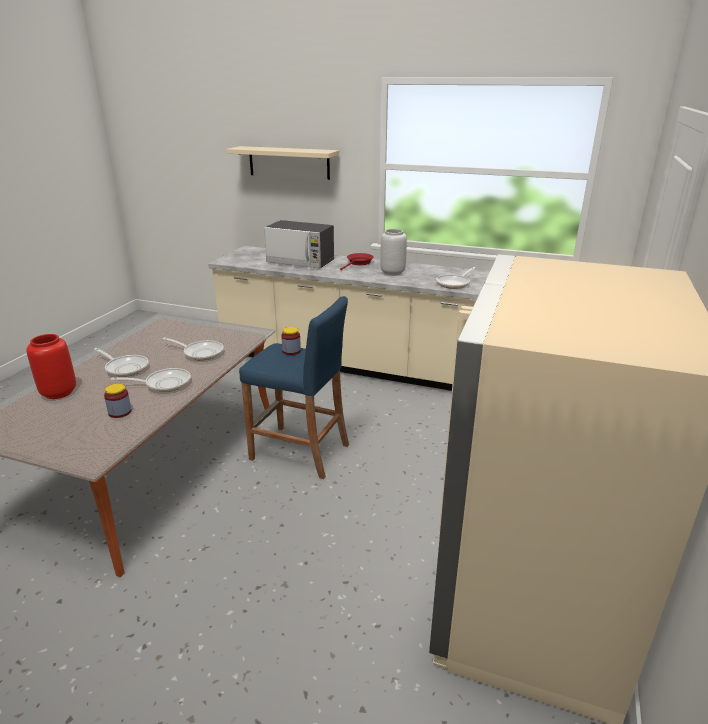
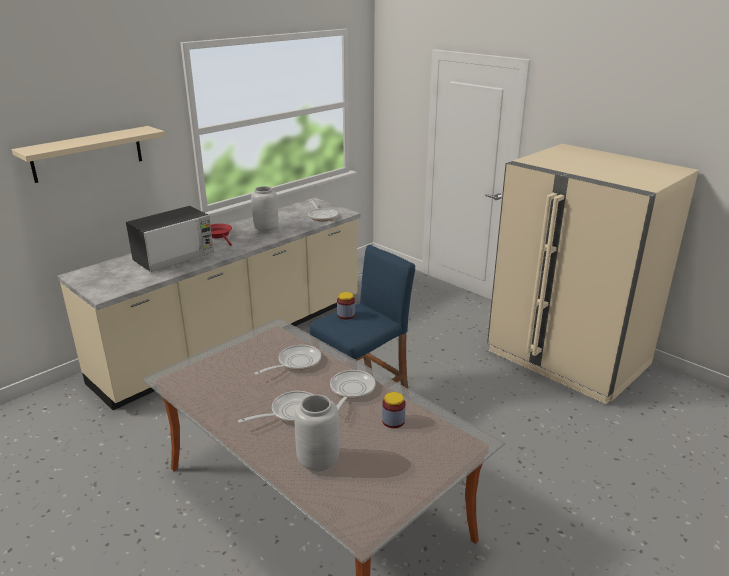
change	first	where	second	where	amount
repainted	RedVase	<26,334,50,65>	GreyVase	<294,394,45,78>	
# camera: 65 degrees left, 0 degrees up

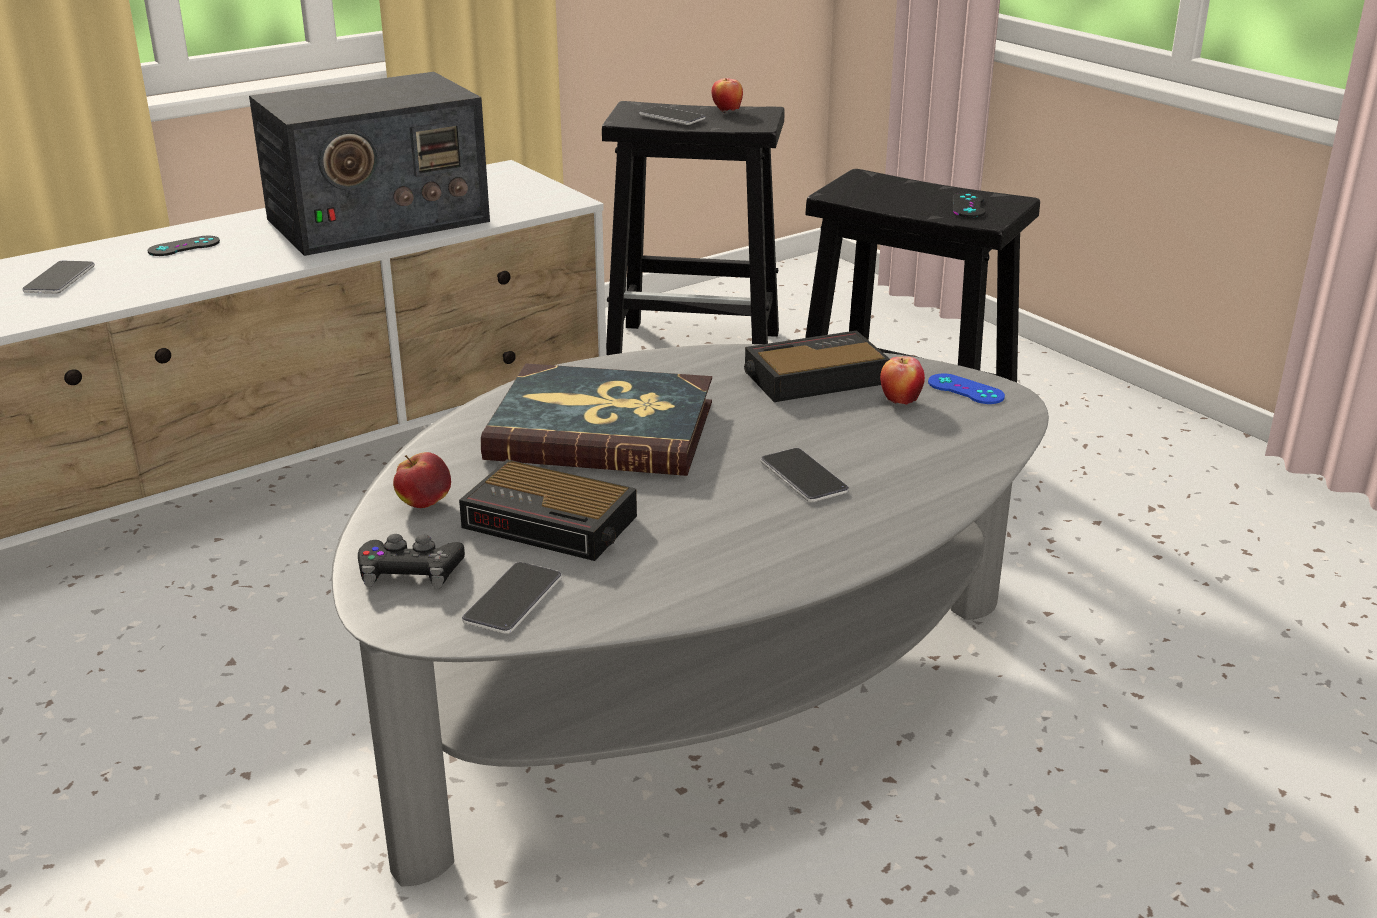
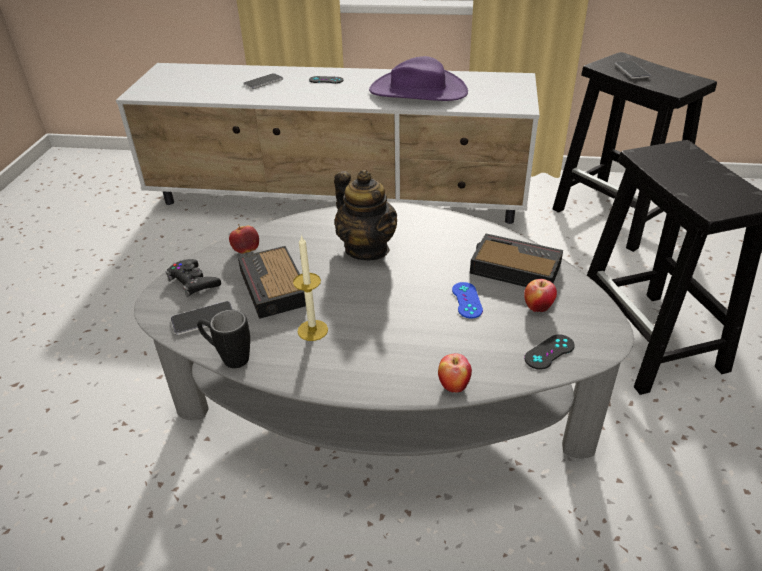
change	first	where	second	where	amount
swapped	Radio	<249,72,241,184>	PurpleHat	<369,56,99,45>	
shifted	Apple	<712,78,31,35>		<438,354,34,39>	
shifted	BlackGameController	<952,192,34,25>		<524,334,51,36>	
swapped	Book	<481,363,231,113>	Teapot	<334,170,63,90>	
shifted	BlueGameController	<928,373,77,31>		<452,282,31,37>	
gone	Phone	<761,448,88,54>			
new			Candle	<293,235,35,106>	
new			BlackMug	<197,310,53,58>	
# camera: 45 degrees right, 10 degrees up

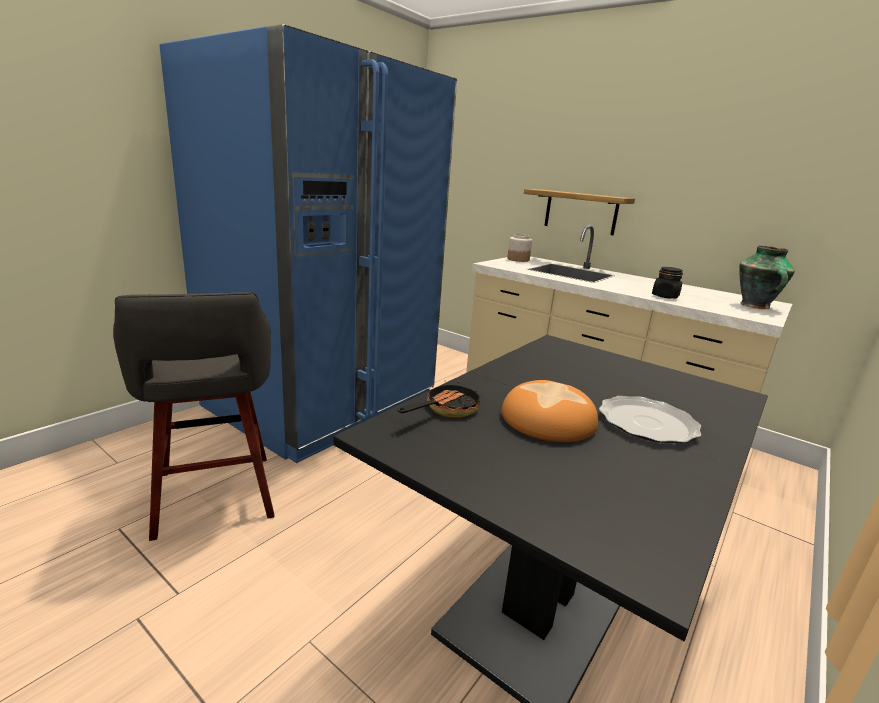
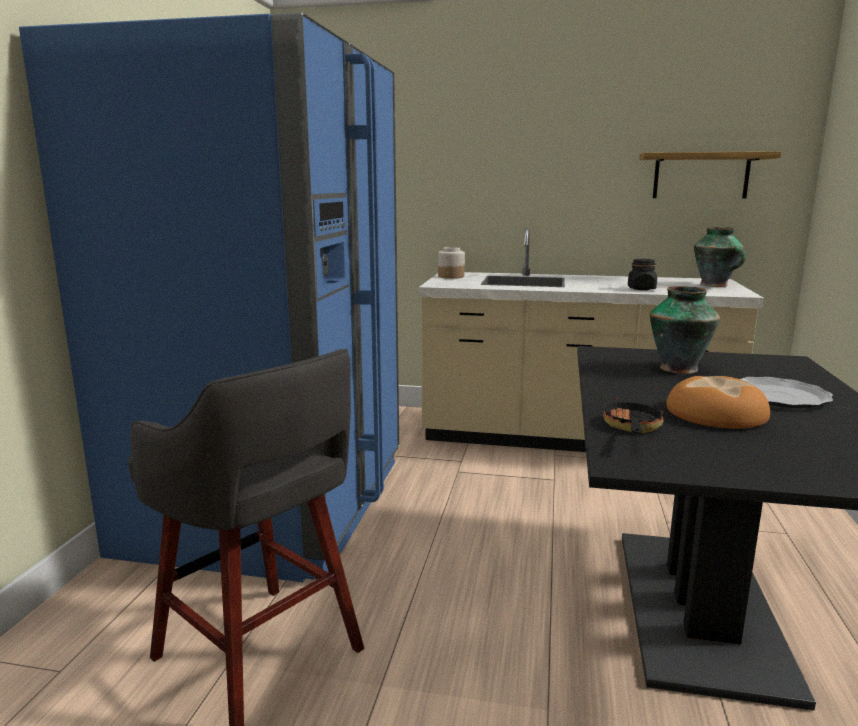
change	first	where	second	where	amount
shifted	Shelf	<524,189,111,46>		<639,151,142,48>	
new			Vase	<650,286,70,88>	
# camera: 25 degrees left, 5 degrees down

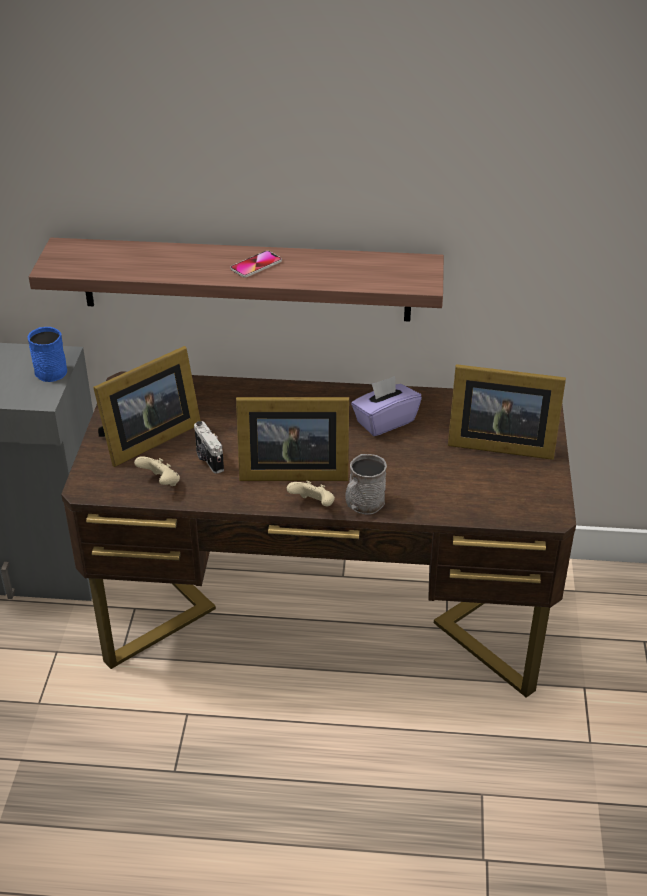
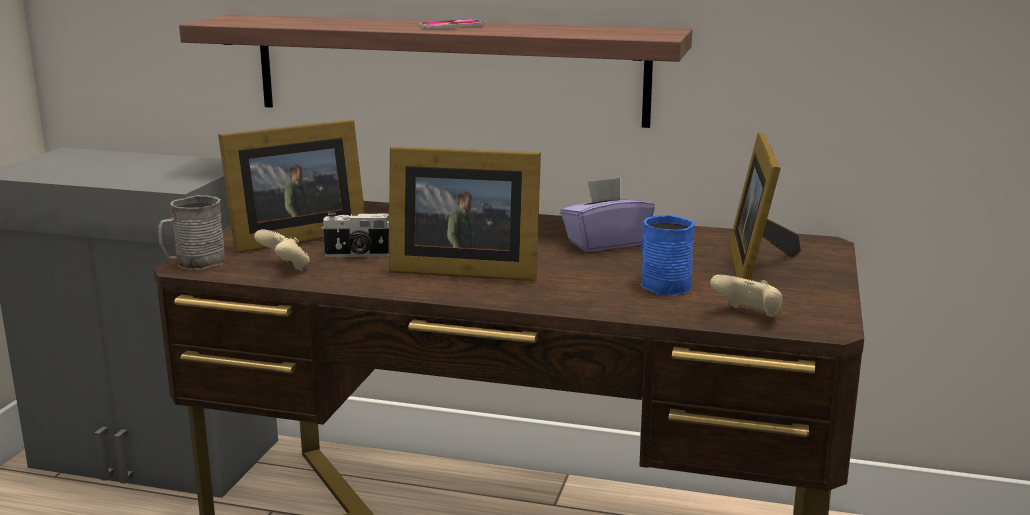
change	first	where	second	where	amount
shifted	BlueMug	<27,327,40,55>		<641,215,54,81>	
rotated	PictureFrame	<448,364,118,96>		<729,132,72,148>	75 degrees clockwise
rotated	PhotoCamera	<194,421,30,53>		<321,212,68,45>	75 degrees counterclockwise
shifted	GreyMug	<345,454,42,60>		<158,195,68,75>	
shifted	BeigeGameController	<287,481,48,25>		<710,275,72,42>	
# camera: 10 degrees right, 20 degrees down

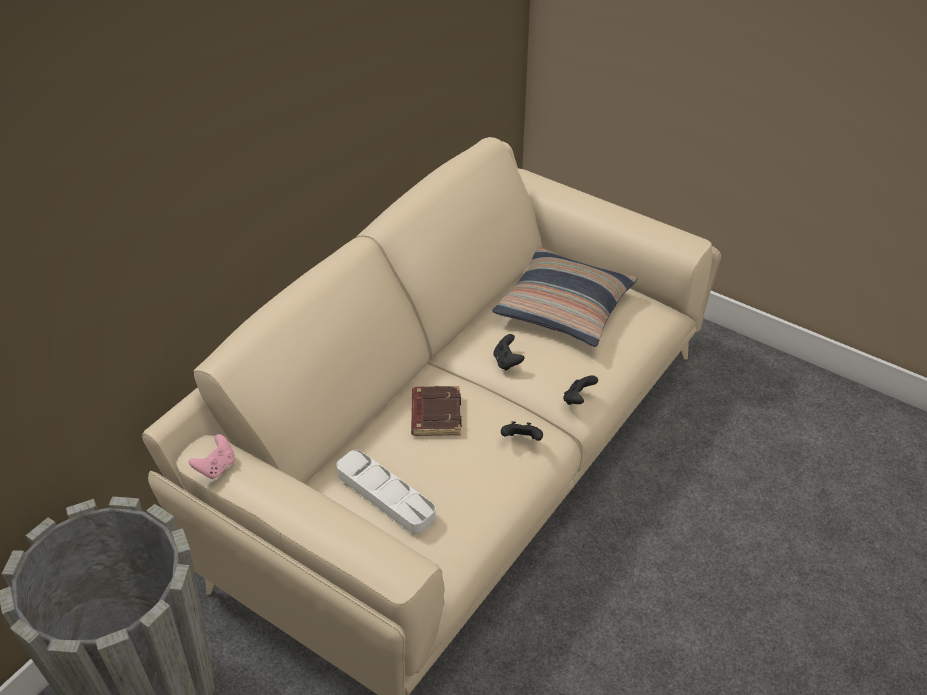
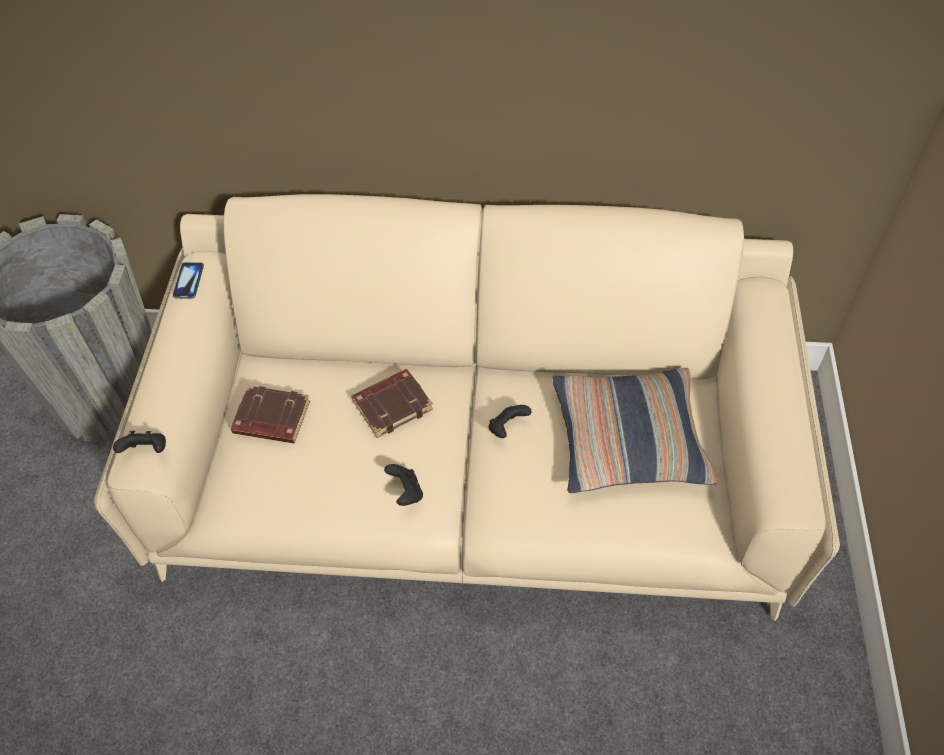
change	first	where	second	where	amount
shifted	BlackGameController	<563,375,35,30>		<113,431,53,22>	
swapped	PinkGameController	<189,434,46,45>	Phone	<172,262,32,37>	
swapped	WhiteTray	<337,450,99,84>	BrownBook	<231,386,79,57>	
# camera: 60 degrees right, 10 degrees up

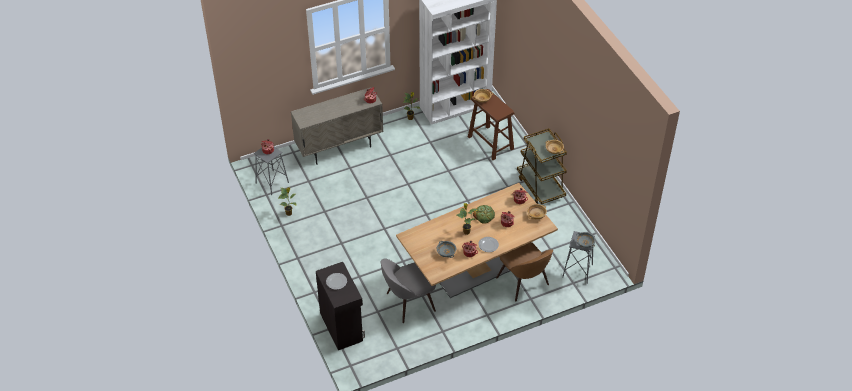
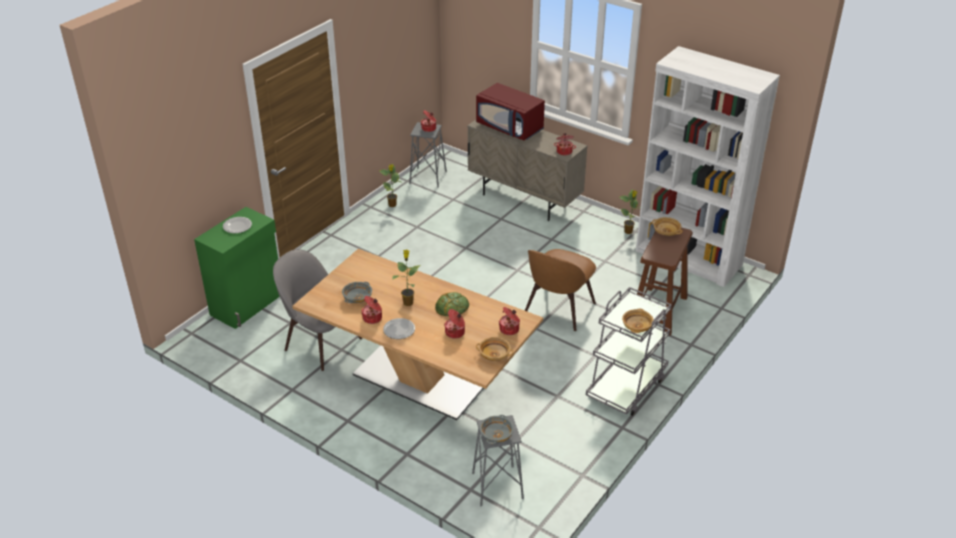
change	first	where	second	where	amount
repainted	BrownCart	<517,128,50,76>	GreyCart	<586,287,86,129>	
shifted	BrownChair	<496,242,57,59>		<525,249,71,82>	
repainted	BlackCabinet	<316,262,49,88>	GreenCabinet	<194,207,86,122>	
new			RedMicrowave	<476,83,69,58>	
# camera: 60 degrees right, 10 degrees down

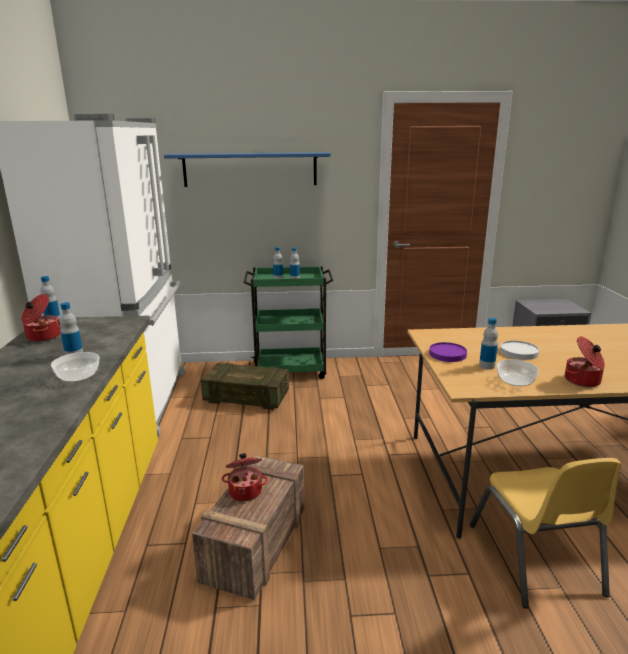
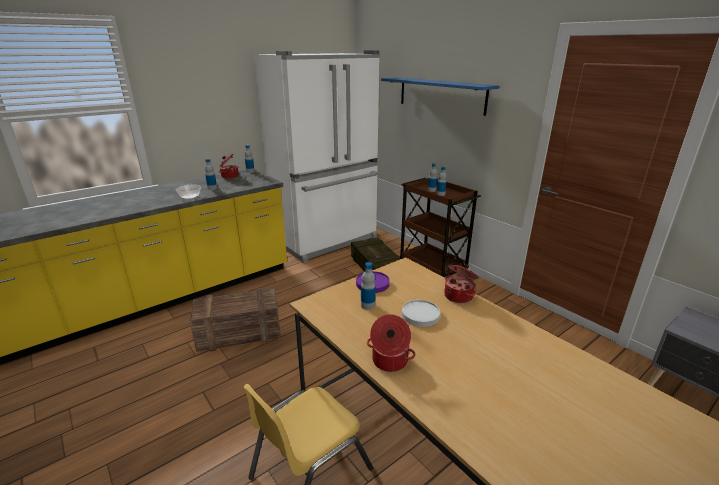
change	first	where	second	where	amount
repainted	GreenCart	<243,266,90,113>	BrownCart	<399,178,82,100>	
gone	Bowl	<497,359,42,27>			
shifted	CookingPot	<222,453,46,48>		<444,264,35,39>	
# camera: 55 degrees right, 5 degrees up

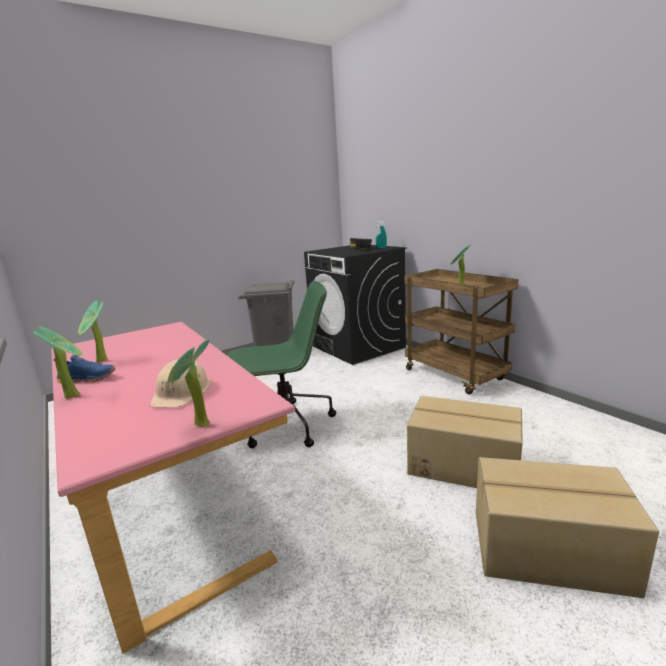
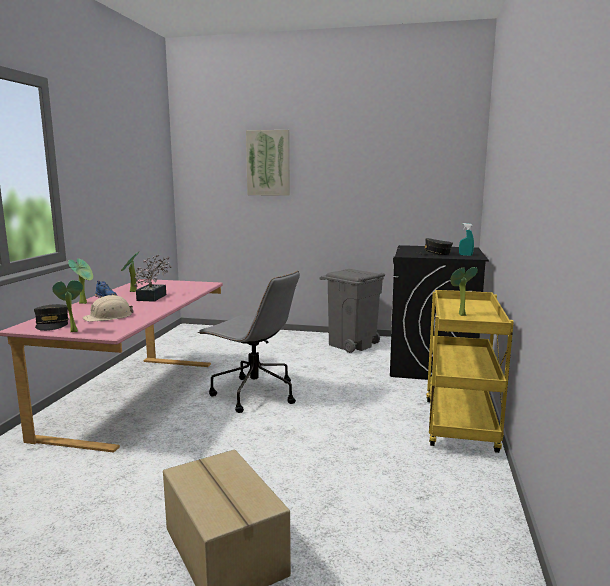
change	first	where	second	where	amount
repainted	BrownCart	<404,269,114,126>	YellowCart	<426,290,88,163>	
repainted	GreenOfficeChair	<228,281,108,167>	GreyOfficeChair	<198,271,102,142>	
gone	CardboardBox	<407,396,116,92>			
new			Picture	<246,130,44,66>	
new			PottedPlant	<134,255,38,47>	
new			GreyCap	<34,304,35,27>	
# camera: 45 degrees right, 5 degrees down

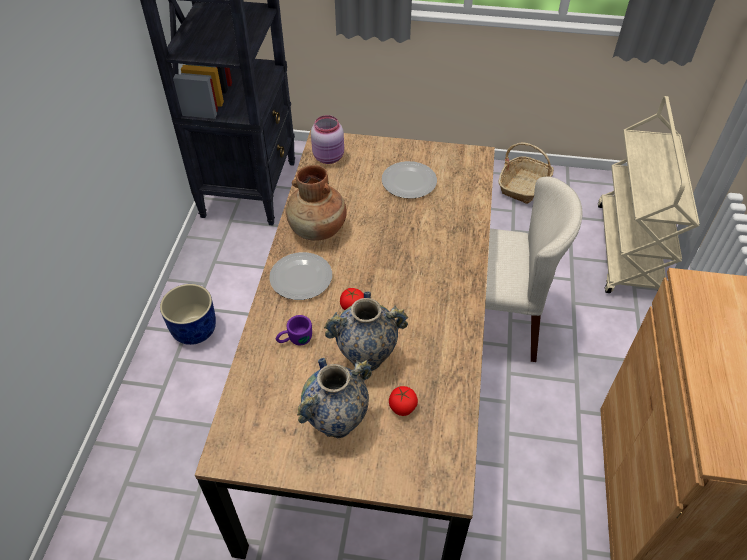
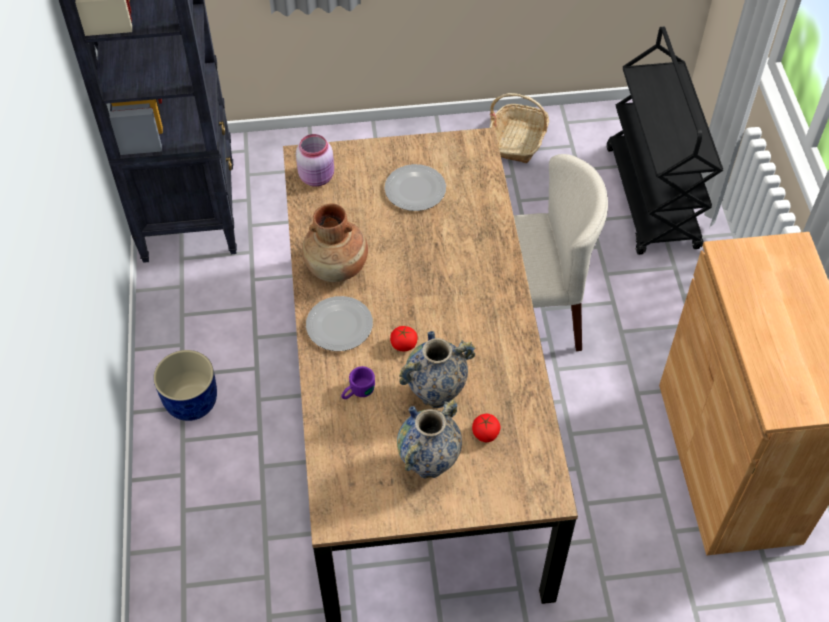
change	first	where	second	where	amount
repainted	BeigeCart	<598,96,102,197>	BlackCart	<607,27,116,228>	
# camera: 15 degrees left, 5 degrees up

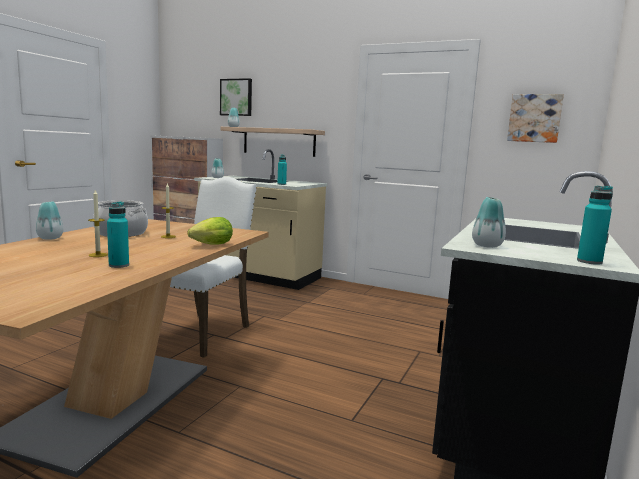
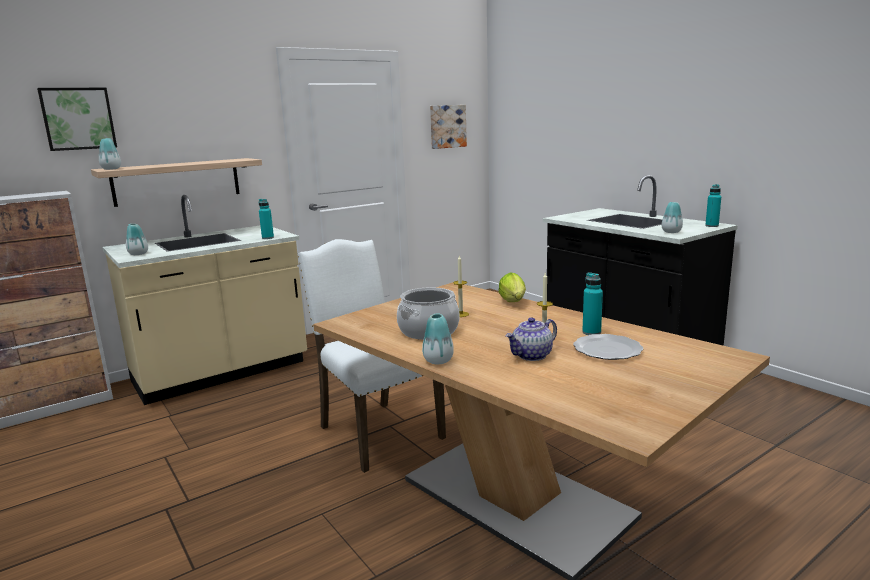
change	first	where	second	where	amount
new			Teapot	<506,317,51,44>	
new			Plate	<573,334,70,26>	
# camera: 60 degrees left, 5 degrees up

